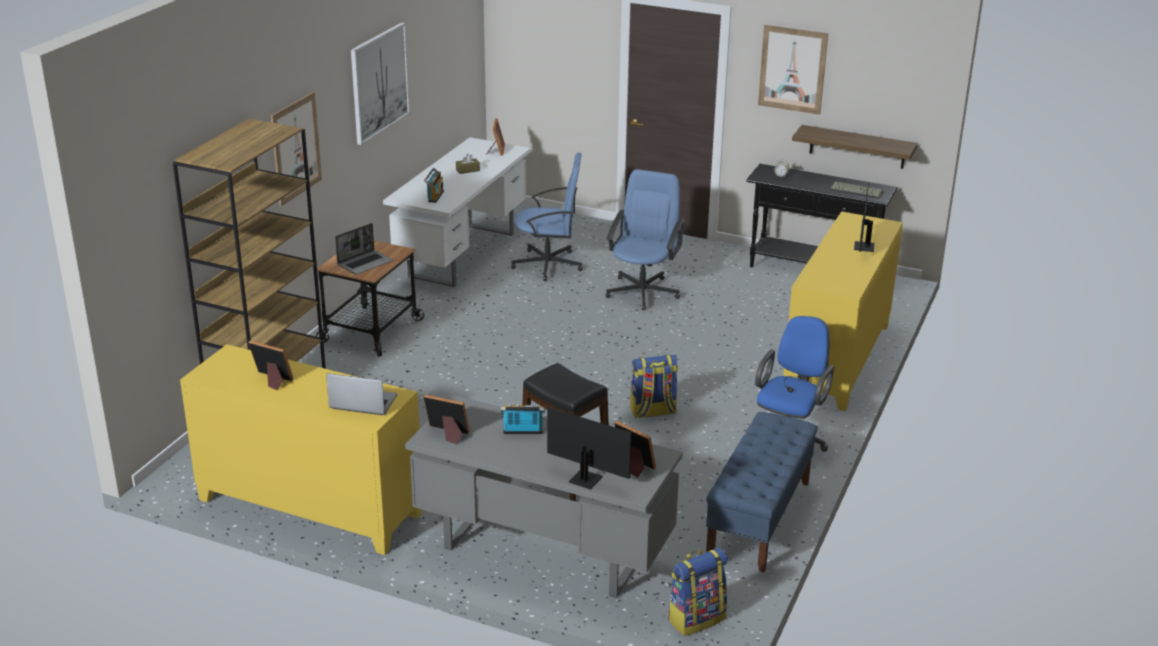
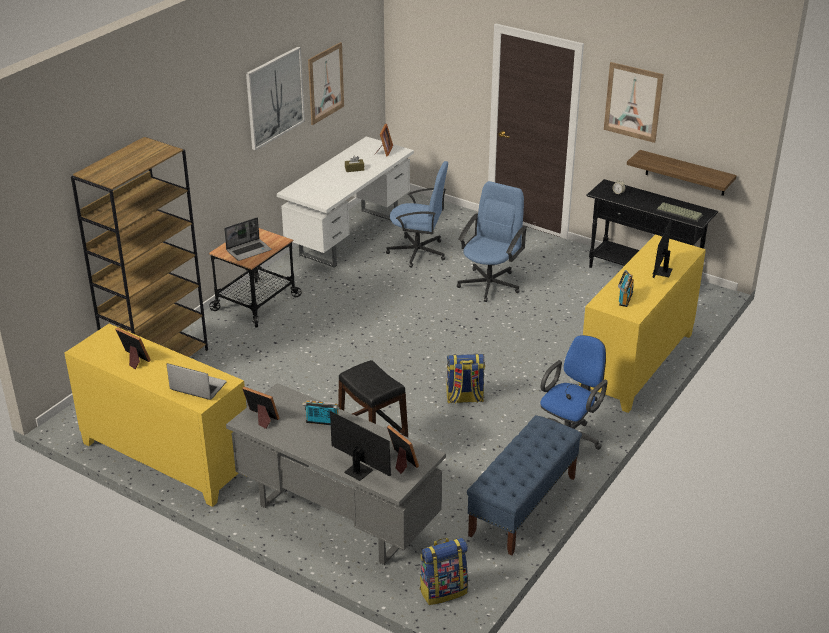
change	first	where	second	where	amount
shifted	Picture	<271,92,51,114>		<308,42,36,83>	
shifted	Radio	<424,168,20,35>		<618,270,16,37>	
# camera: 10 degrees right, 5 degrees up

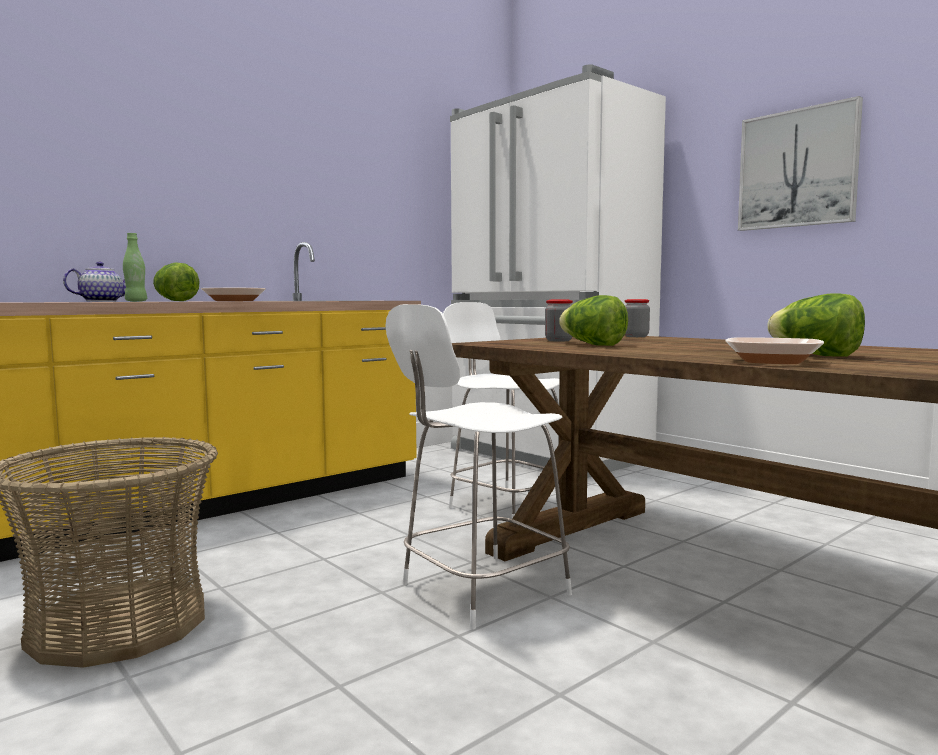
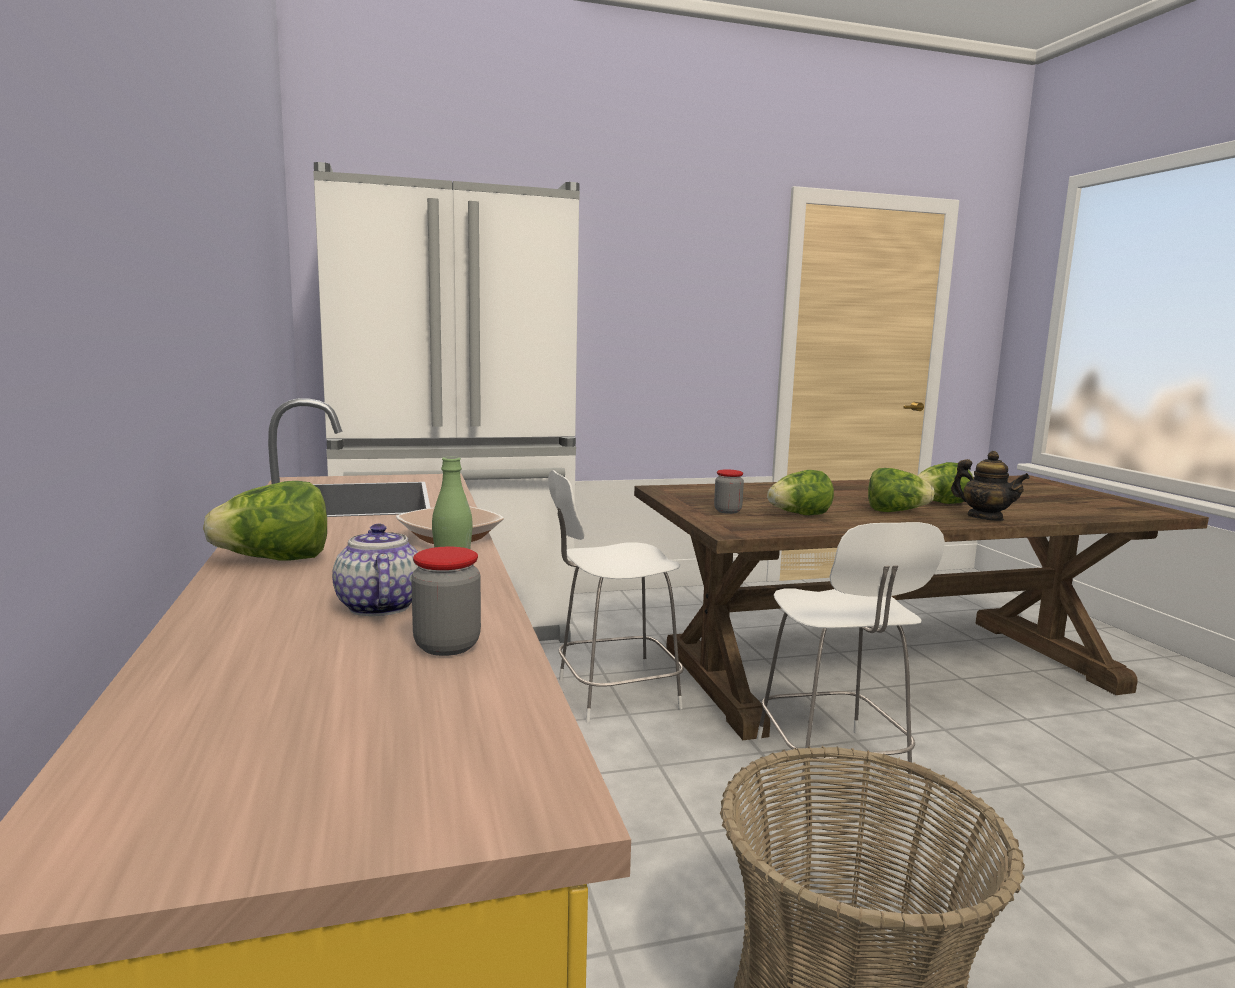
change	first	where	second	where	amount
gone	Picture	<738,96,125,135>			
shifted	Jar	<625,299,25,38>		<411,547,70,109>	
swapped	Bowl	<725,337,99,27>	Teapot	<951,451,79,70>	
new			Lettuce	<868,468,66,44>	
# camera: 65 degrees left, 5 degrees up

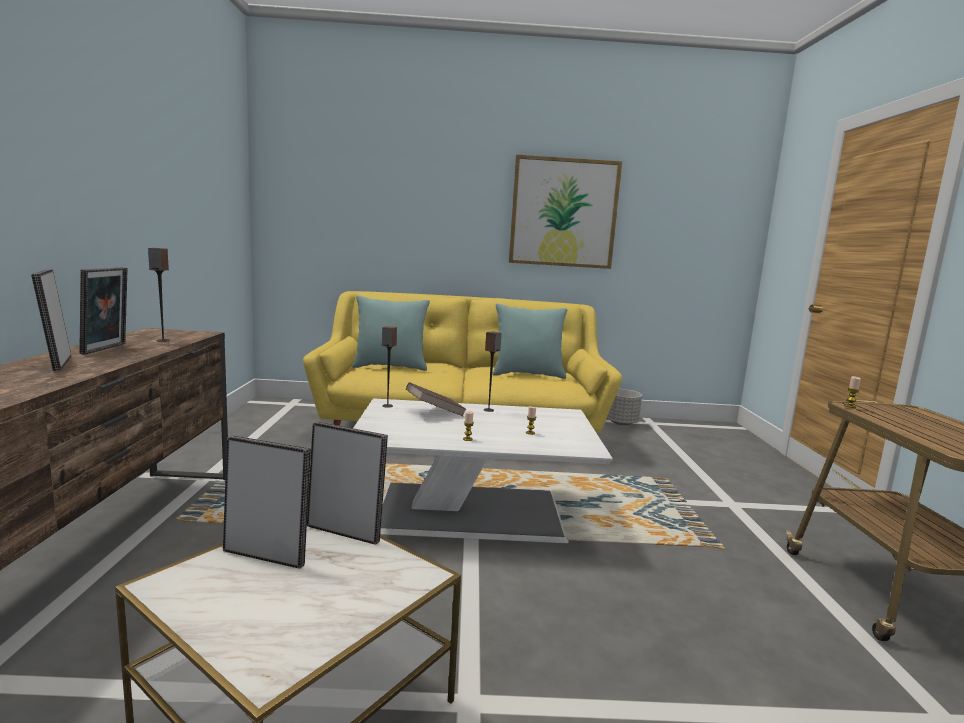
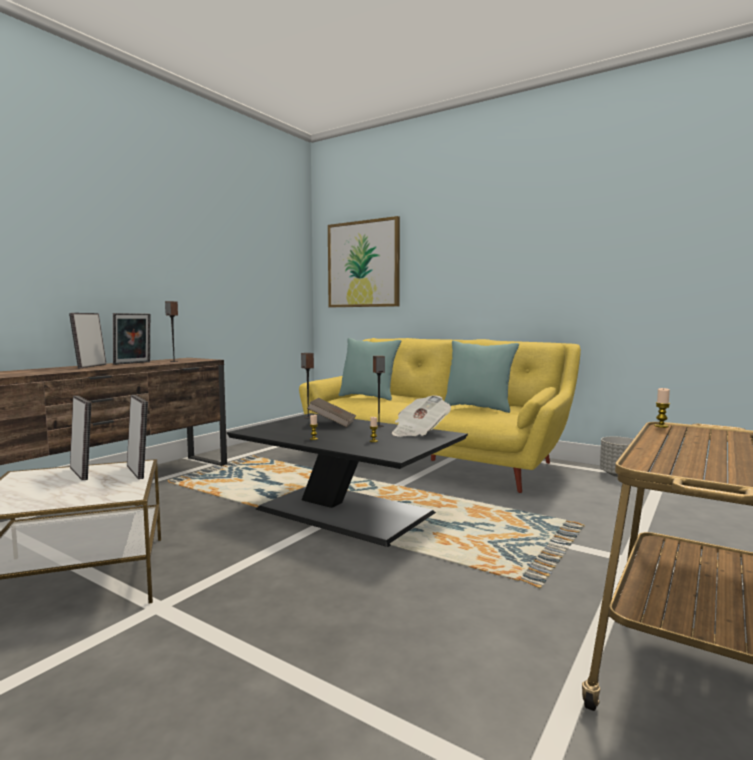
change	first	where	second	where	amount
shifted	Picture	<509,155,113,114>		<328,216,72,91>	
repainted	WhiteCoffeeTable	<354,398,259,145>	BlackCoffeeTable	<227,413,241,134>	
new			Newspaper	<392,395,59,42>	
# camera: 35 degrees right, 5 degrees down

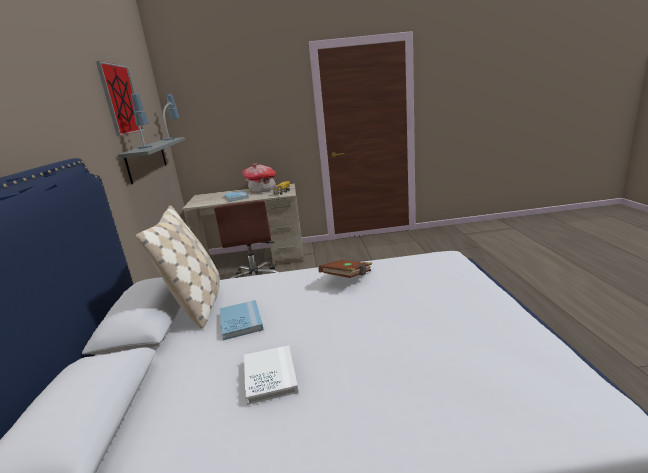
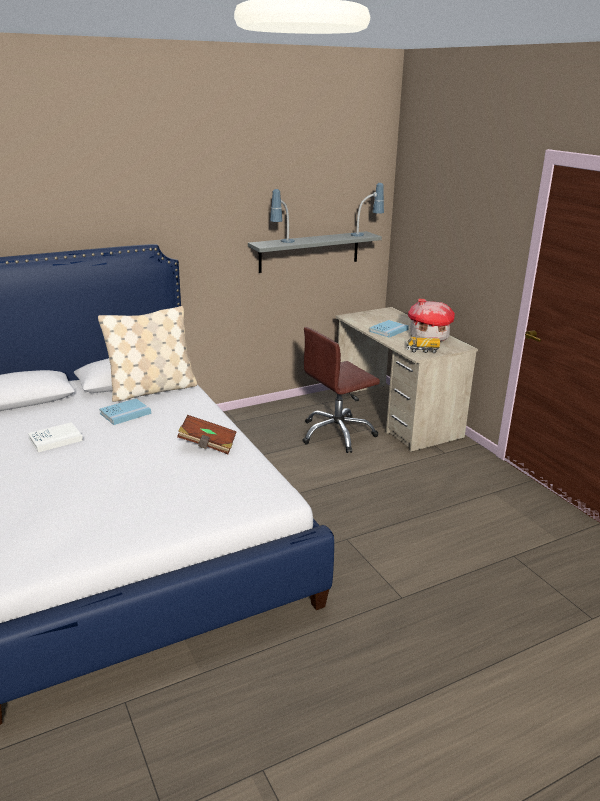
change	first	where	second	where	amount
gone	Picture	<96,61,48,75>			
# camera: 65 degrees right, 5 degrees up

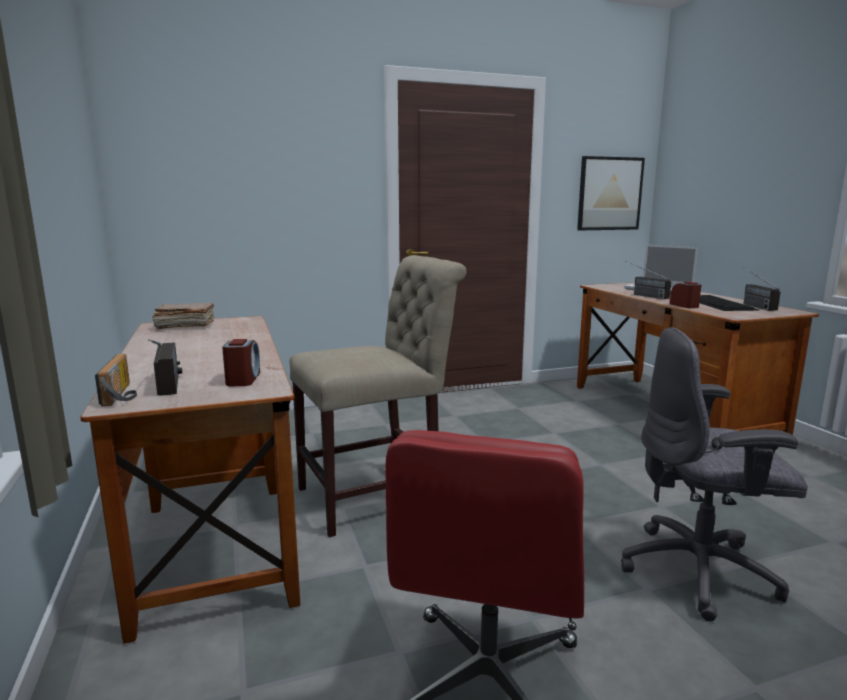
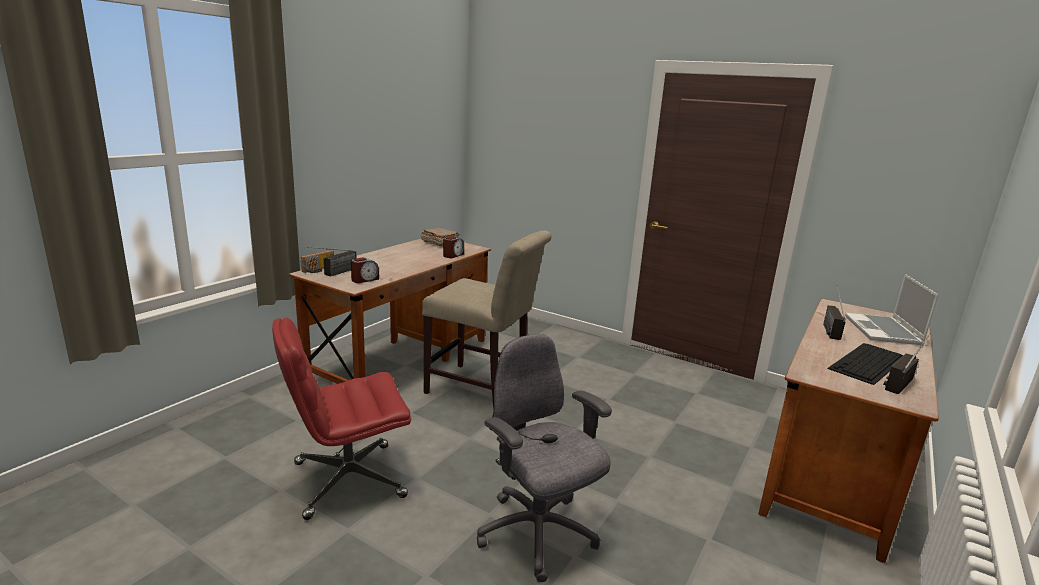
change	first	where	second	where	amount
gone	Picture	<577,156,68,74>			
shifted	AlarmClock	<670,282,31,26>		<443,236,21,22>	
# camera: 50 degrees right, 5 degrees up

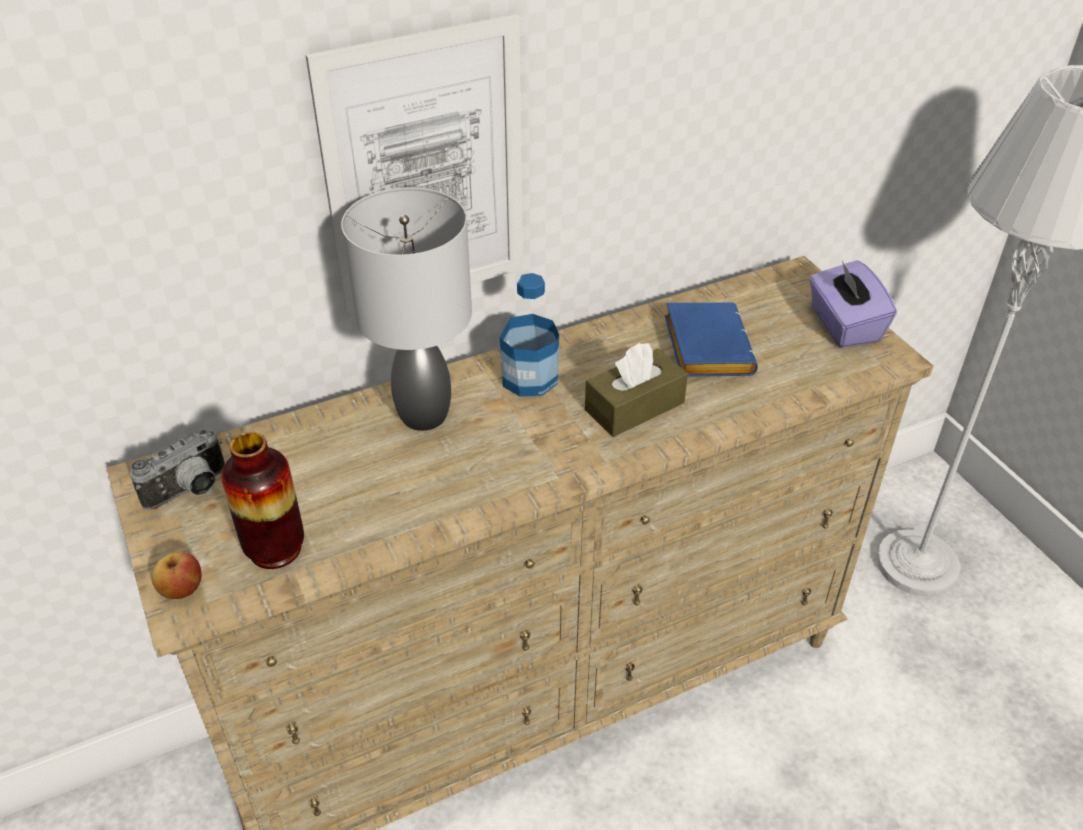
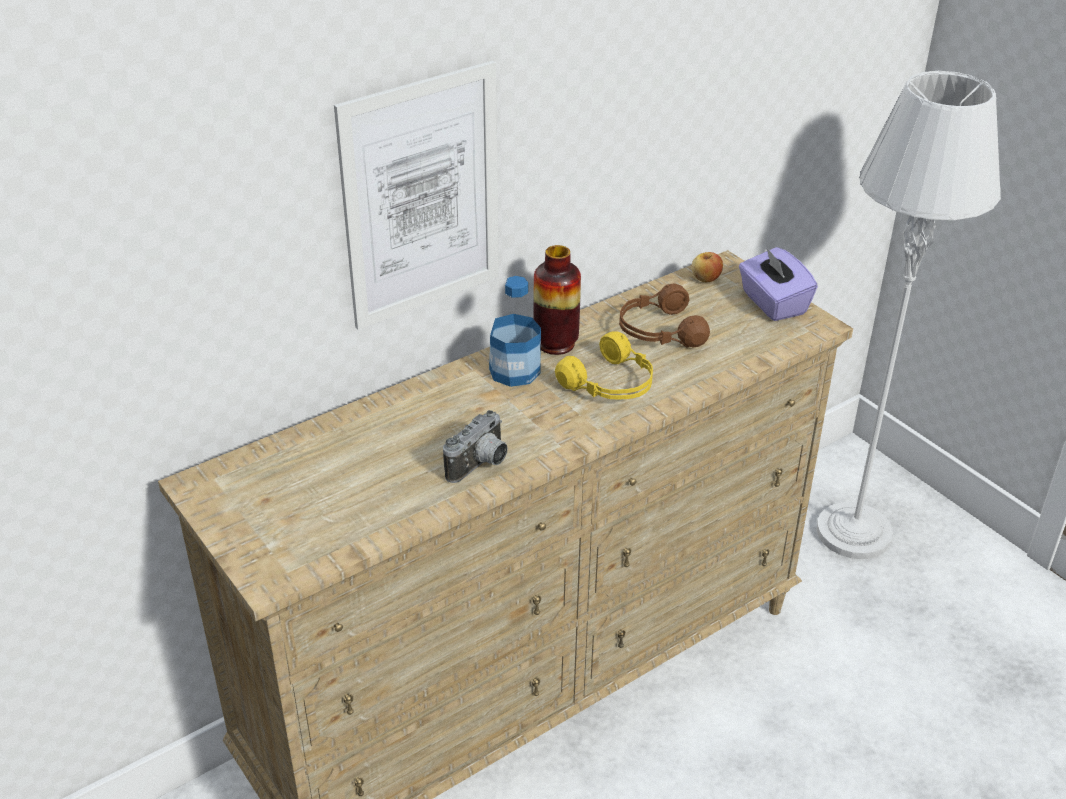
change	first	where	second	where	amount
gone	GreyTableLamp	<341,187,131,244>			
swapped	BlueBook	<665,303,93,74>	BrownHeadphones	<619,284,91,64>	
swapped	BrownTissueBox	<585,343,103,94>	YellowHeadphones	<555,332,98,67>	
shifted	PhotoCamera	<130,429,95,81>		<443,410,65,73>	
shifted	Vase	<221,432,83,137>		<533,245,48,110>	
shifted	Apple	<151,552,50,47>		<692,252,31,30>	
# camera: 10 degrees left, 5 degrees down

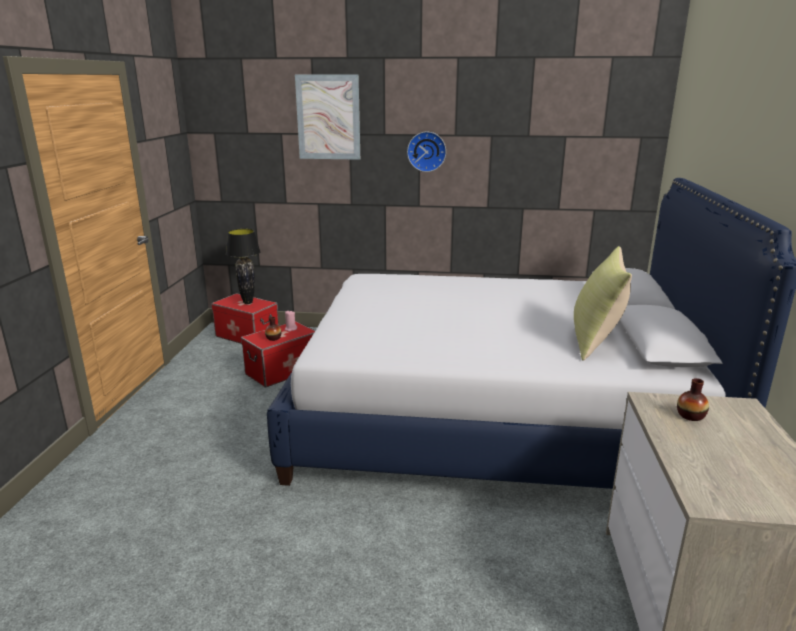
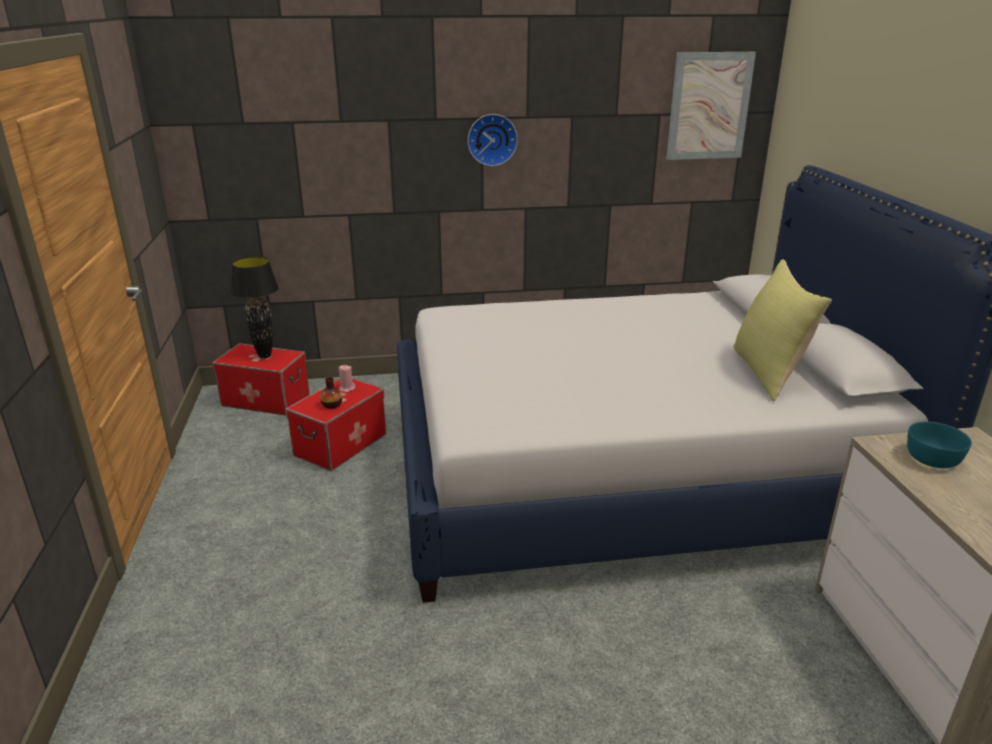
change	first	where	second	where	amount
shifted	Picture	<295,75,65,85>		<667,52,89,108>	
swapped	Vase	<677,378,32,43>	TurquoiseBowl	<907,421,65,47>	
# camera: 15 degrees left, 5 degrees up

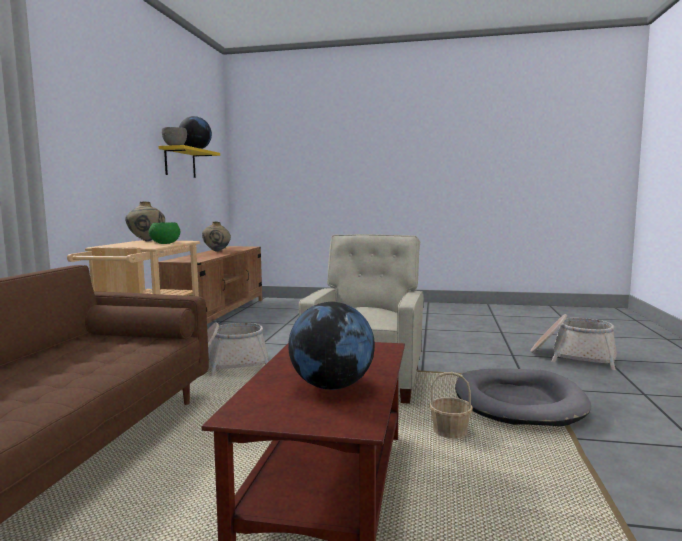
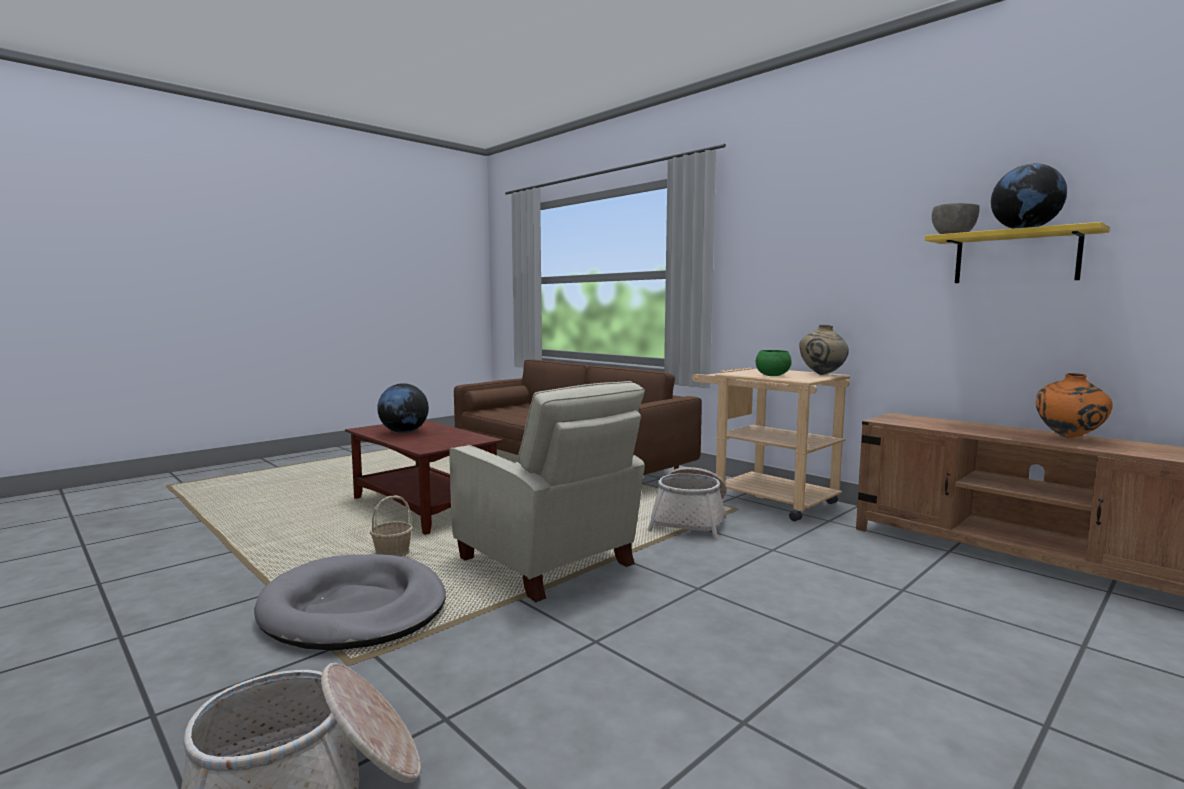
change	first	where	second	where	amount
repainted	BeigeVase	<202,222,29,30>	OrangeVase	<1036,373,76,65>	
# camera: 125 degrees right, 0 degrees up

